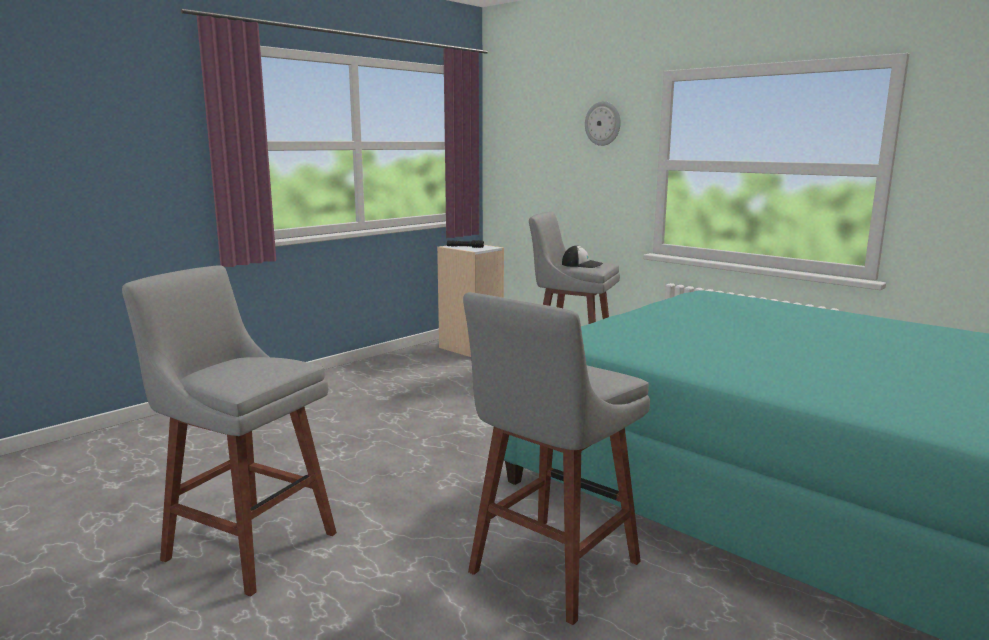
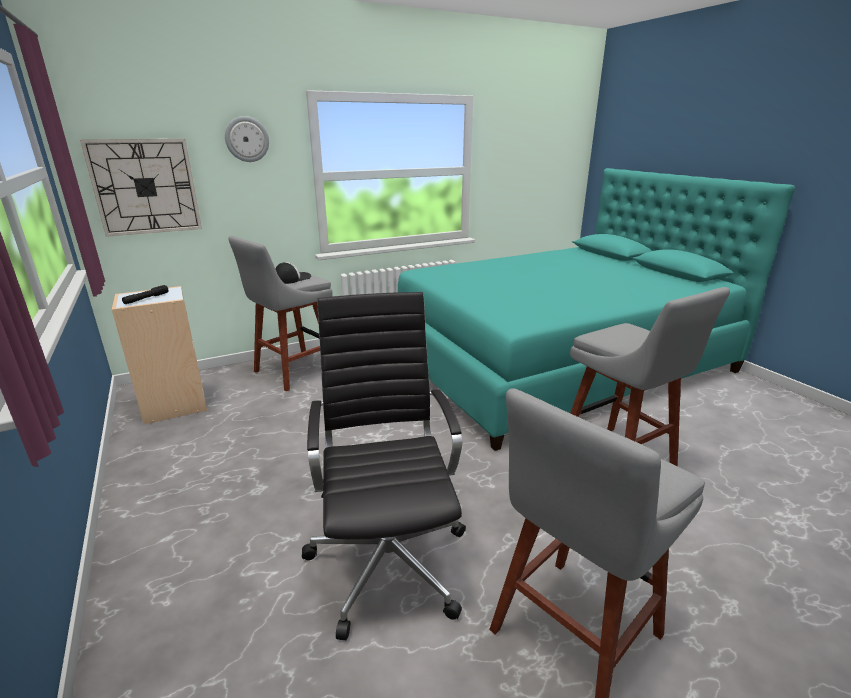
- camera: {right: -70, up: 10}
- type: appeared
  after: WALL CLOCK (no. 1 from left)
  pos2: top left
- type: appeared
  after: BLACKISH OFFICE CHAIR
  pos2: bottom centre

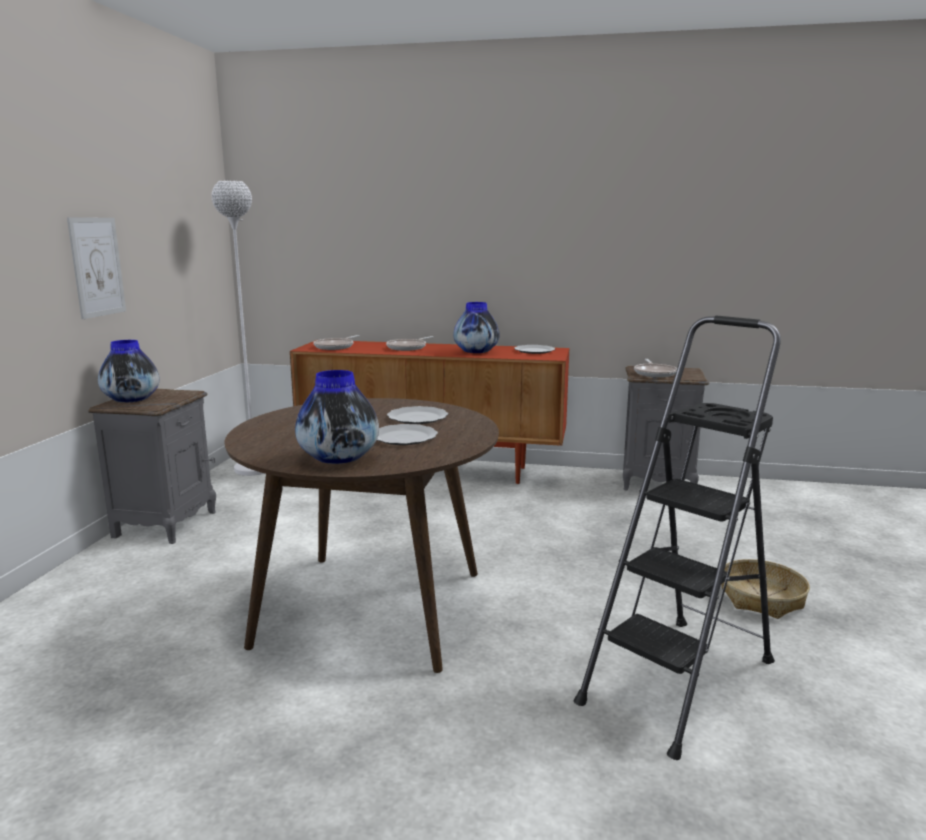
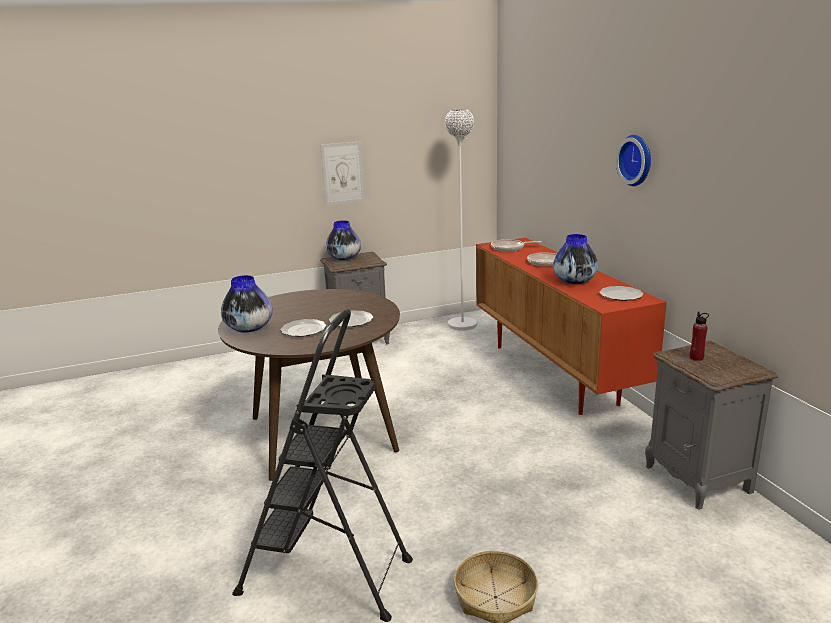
- camera: {right: 60, up: 5}
- type: exchanged
  before: FRYING PAN (no. 3 from left)
  after: REDDISH BEVERAGE BOTTLE
  pos1: middle right
  pos2: middle right
- type: appeared
  after: WALL CLOCK
  pos2: top right

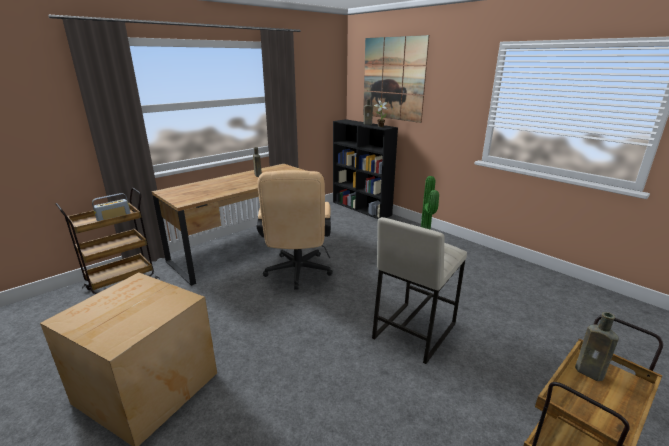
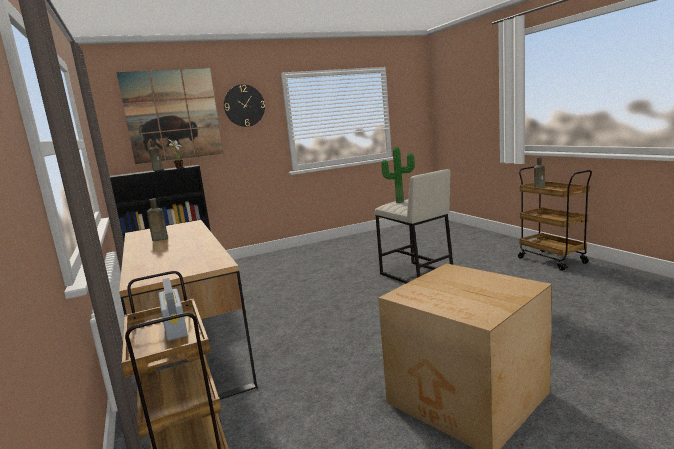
- camera: {right: -70, up: -10}
- type: missing
  before: BEIGE-COLOURED OFFICE CHAIR
  pos1: centre
- type: appeared
  after: WALL CLOCK
  pos2: top centre

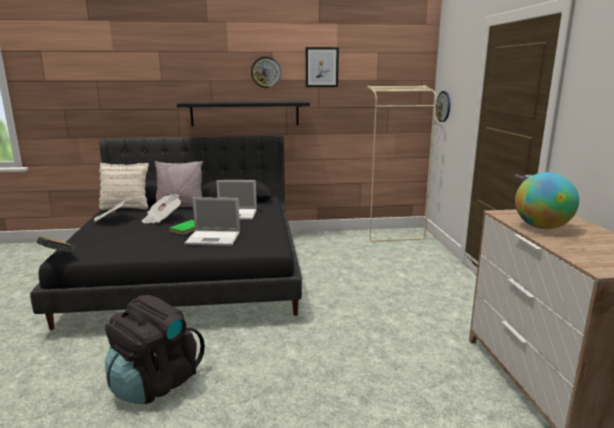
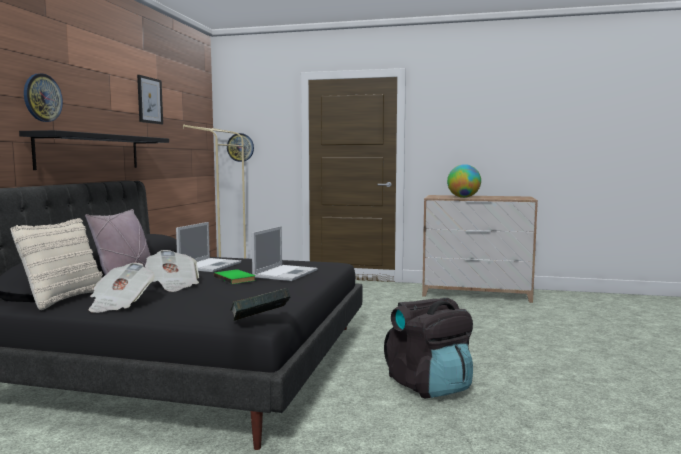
- camera: {right: -70, up: -10}
- type: relocated
  before: WALL CLOCK (no. 1 from left)
  pos1: top centre
  pos2: top left

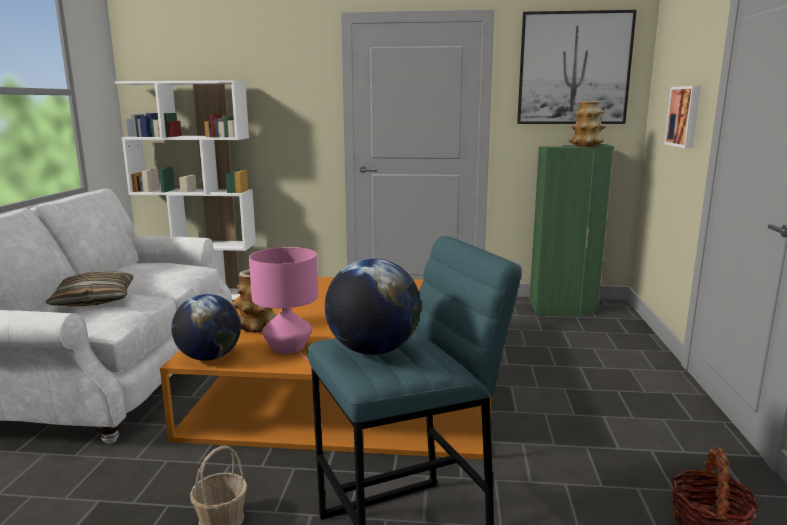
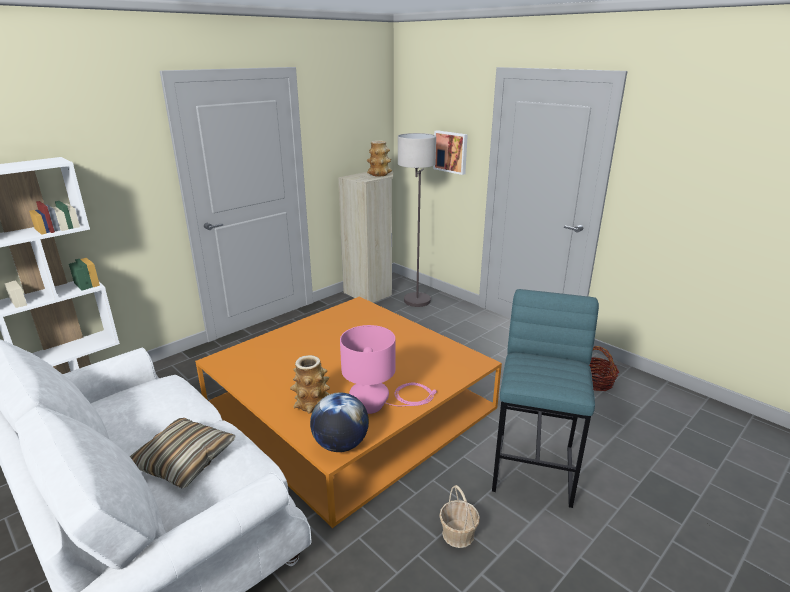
- camera: {right: -50, up: 10}
- type: missing
  before: PICTURE (no. 1 from left)
  pos1: top right
- type: colour
  before: GREENISH CUPBOARD
  after: BEIGE-COLOURED CUPBOARD
  pos1: middle right
  pos2: centre
- type: missing
  before: DESK GLOBE (no. 2 from left)
  pos1: centre
- type: appeared
  after: GREY FLOOR LAMP
  pos2: centre

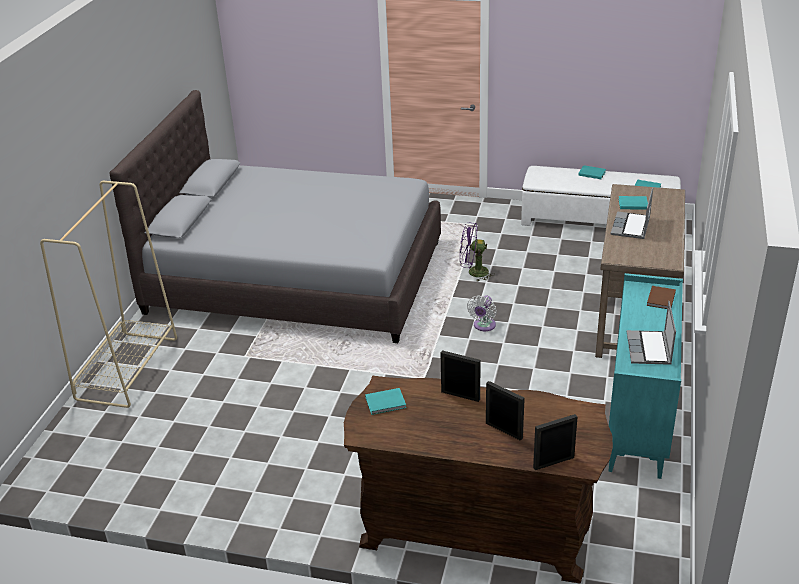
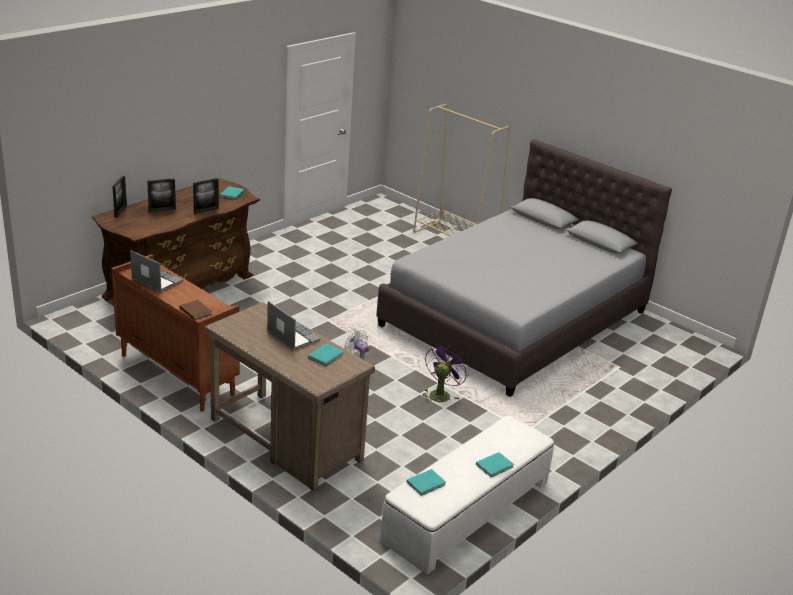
- camera: {right: 115, up: -5}
- type: colour
  before: BLUE-GREEN CUPBOARD
  after: BROWNISH CUPBOARD
  pos1: middle right
  pos2: middle left

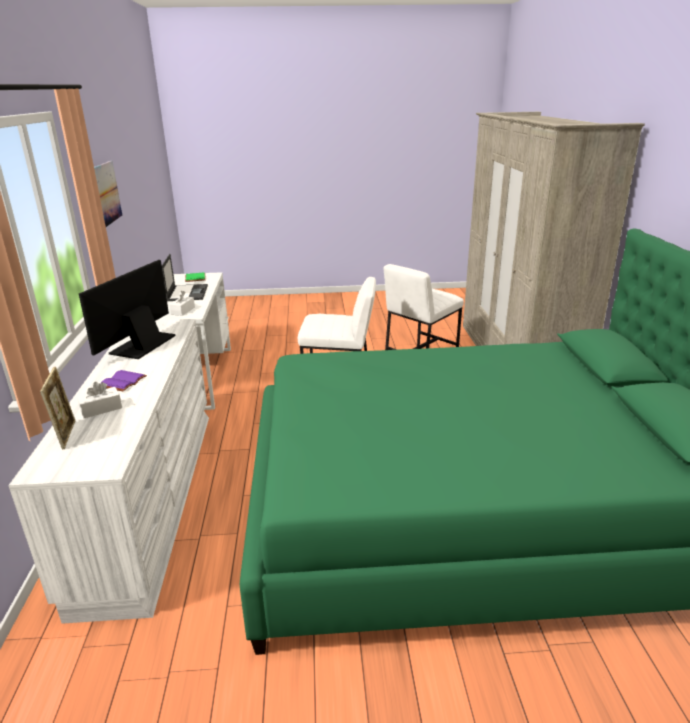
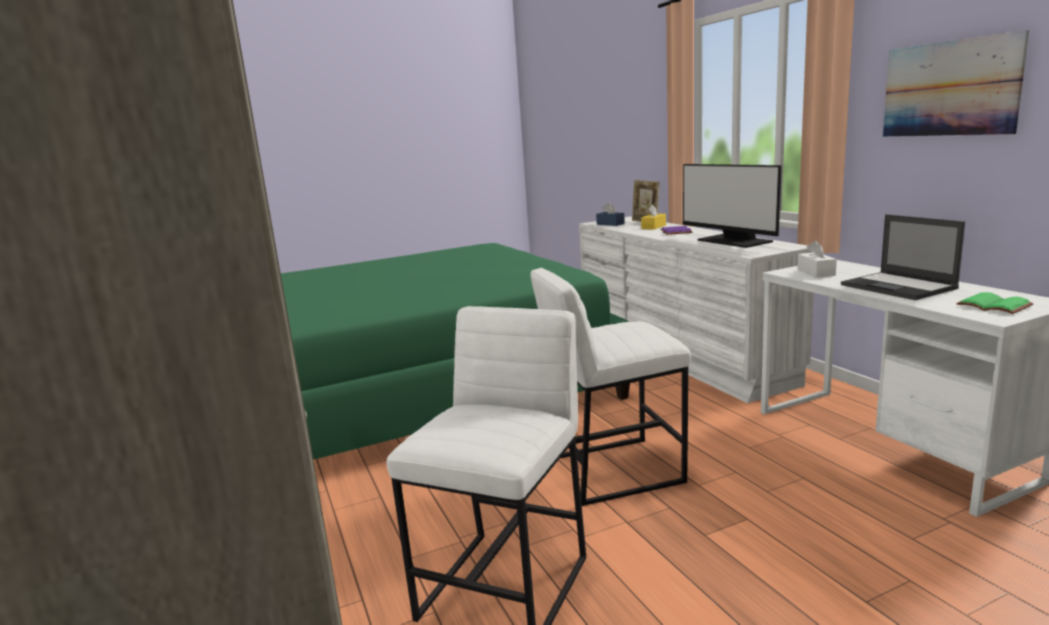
- camera: {right: 160, up: -10}
- type: spun
  before: MONITOR
  pos1: middle left
  pos2: top right
  turn: 150
- type: colour
  before: WHITE TISSUE BOX (no. 1 from left)
  after: YELLOW TISSUE BOX
  pos1: middle left
  pos2: centre
- type: appeared
  after: BLUE-COLOURED TISSUE BOX
  pos2: centre

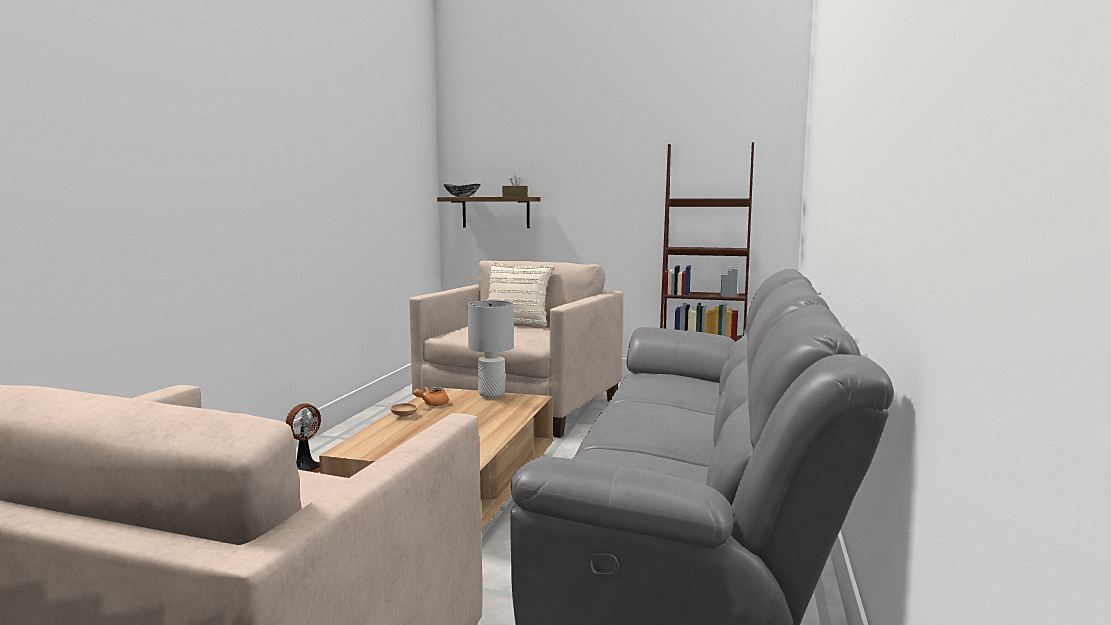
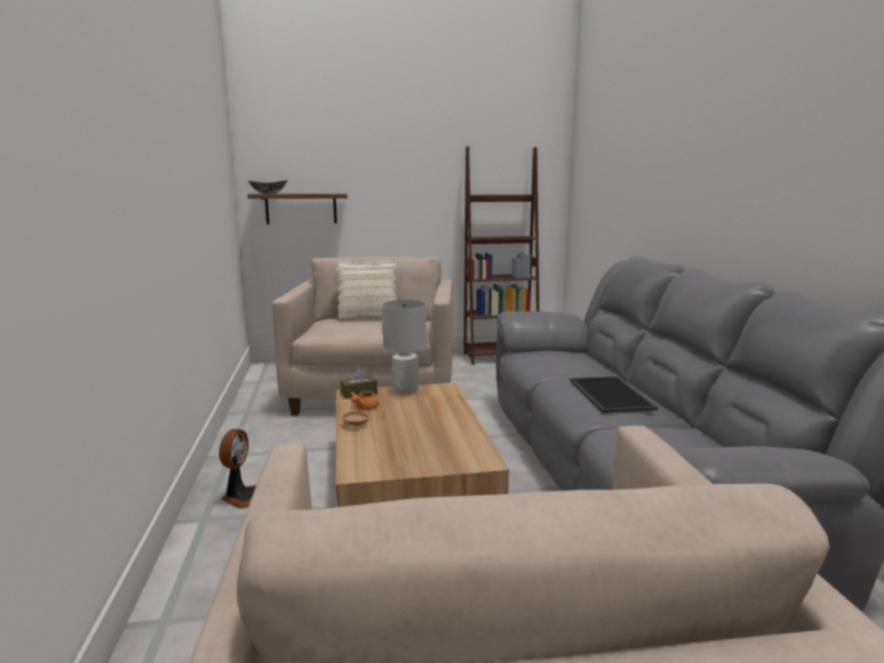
- camera: {right: -25, up: 5}
- type: relocated
  before: BROWNISH TISSUE BOX
  pos1: top centre
  pos2: centre
- type: appeared
  after: SERVING TRAY
  pos2: middle right

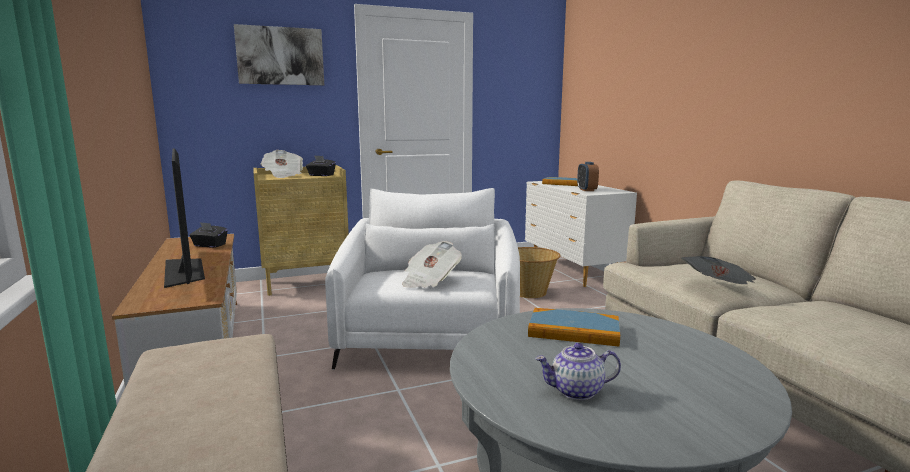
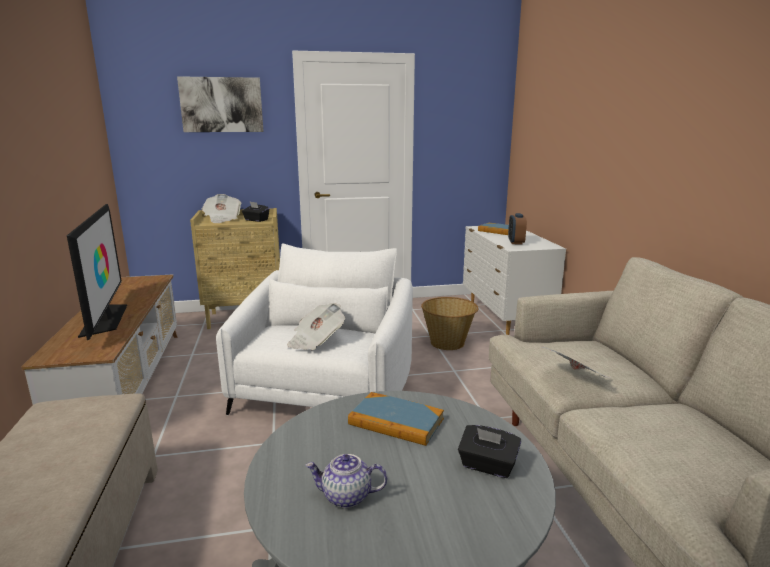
- camera: {right: 10, up: 5}
- type: relocated
  before: BLACKISH TISSUE BOX (no. 1 from left in the first image)
  after: BLACKISH TISSUE BOX (no. 2 from left)
  pos1: middle left
  pos2: bottom centre

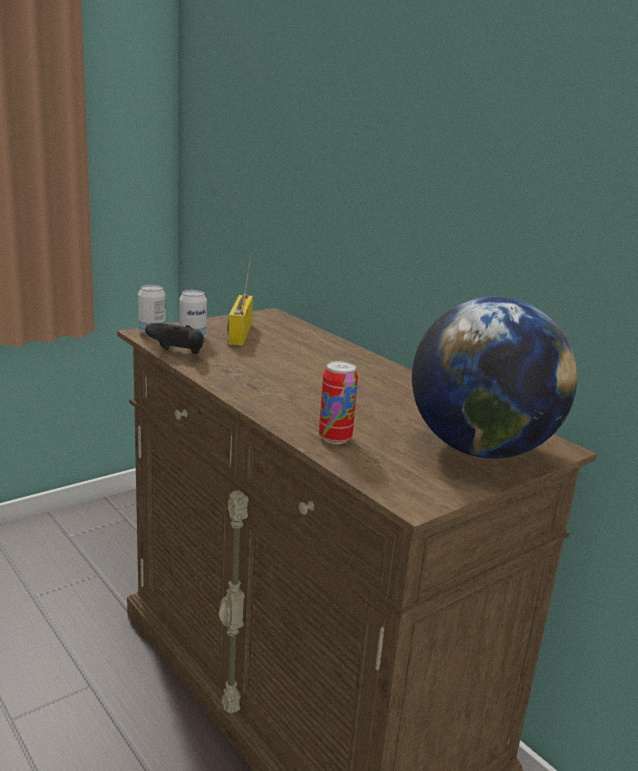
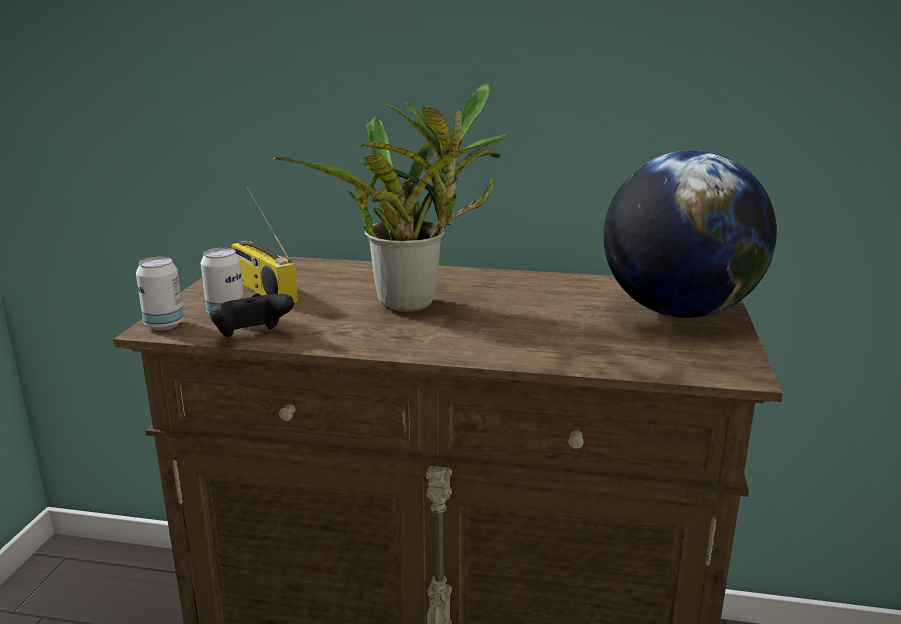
- camera: {right: -40, up: 0}
- type: missing
  before: METAL CAN (no. 3 from left)
  pos1: centre
- type: appeared
  after: POTTED PLANT
  pos2: top centre

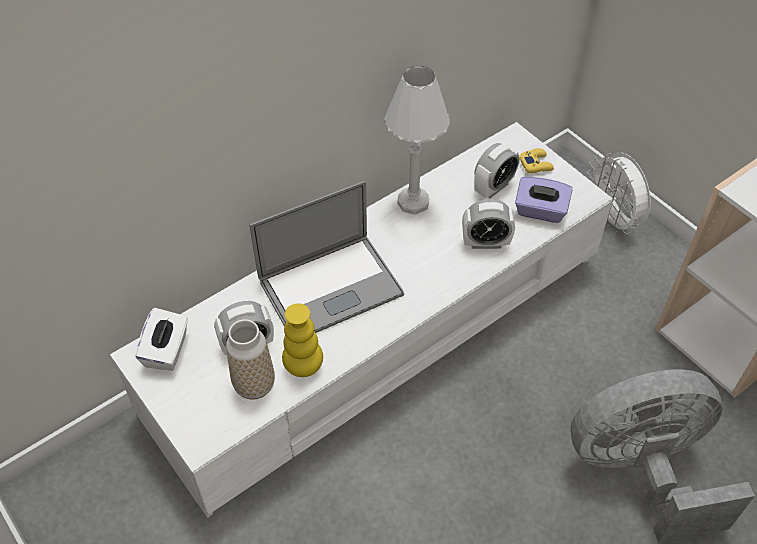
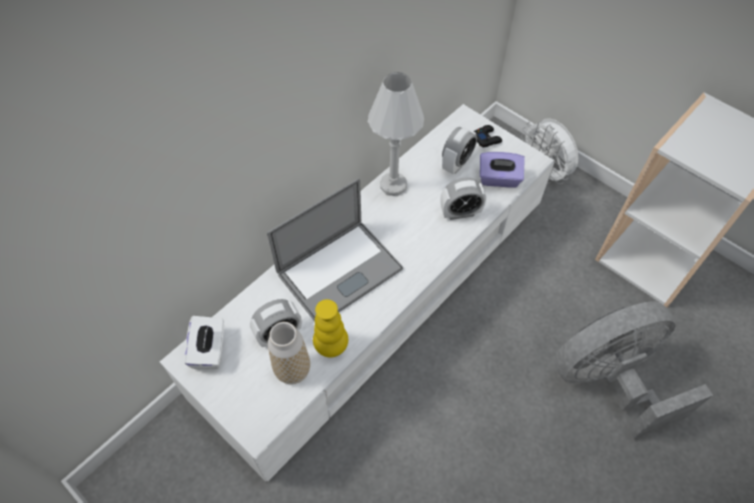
- camera: {right: -10, up: 5}
- type: colour
  before: YELLOW GAME CONTROLLER
  after: BLACKISH GAME CONTROLLER
  pos1: top right
  pos2: top centre

